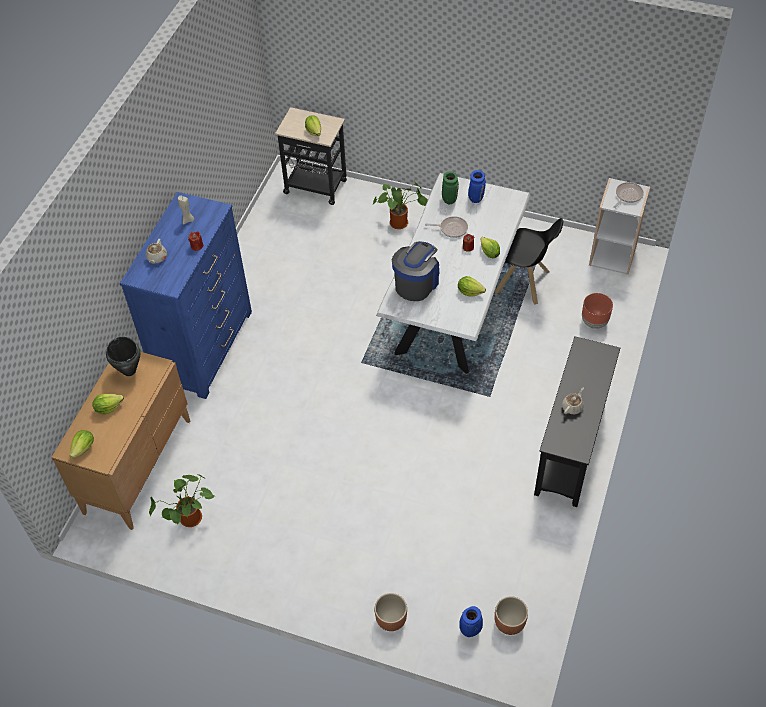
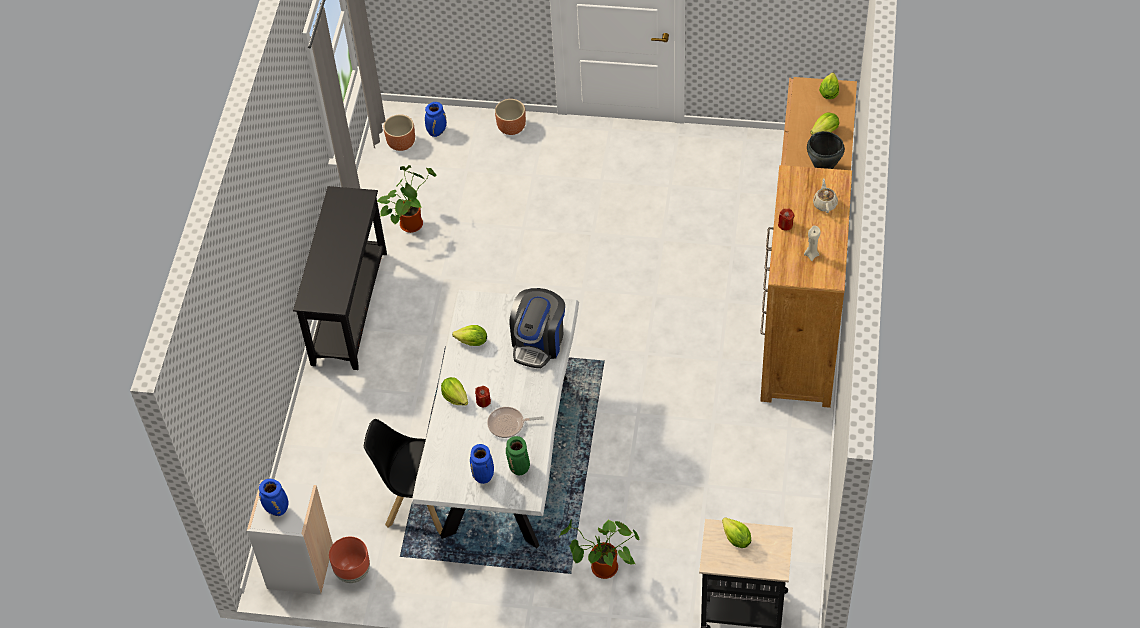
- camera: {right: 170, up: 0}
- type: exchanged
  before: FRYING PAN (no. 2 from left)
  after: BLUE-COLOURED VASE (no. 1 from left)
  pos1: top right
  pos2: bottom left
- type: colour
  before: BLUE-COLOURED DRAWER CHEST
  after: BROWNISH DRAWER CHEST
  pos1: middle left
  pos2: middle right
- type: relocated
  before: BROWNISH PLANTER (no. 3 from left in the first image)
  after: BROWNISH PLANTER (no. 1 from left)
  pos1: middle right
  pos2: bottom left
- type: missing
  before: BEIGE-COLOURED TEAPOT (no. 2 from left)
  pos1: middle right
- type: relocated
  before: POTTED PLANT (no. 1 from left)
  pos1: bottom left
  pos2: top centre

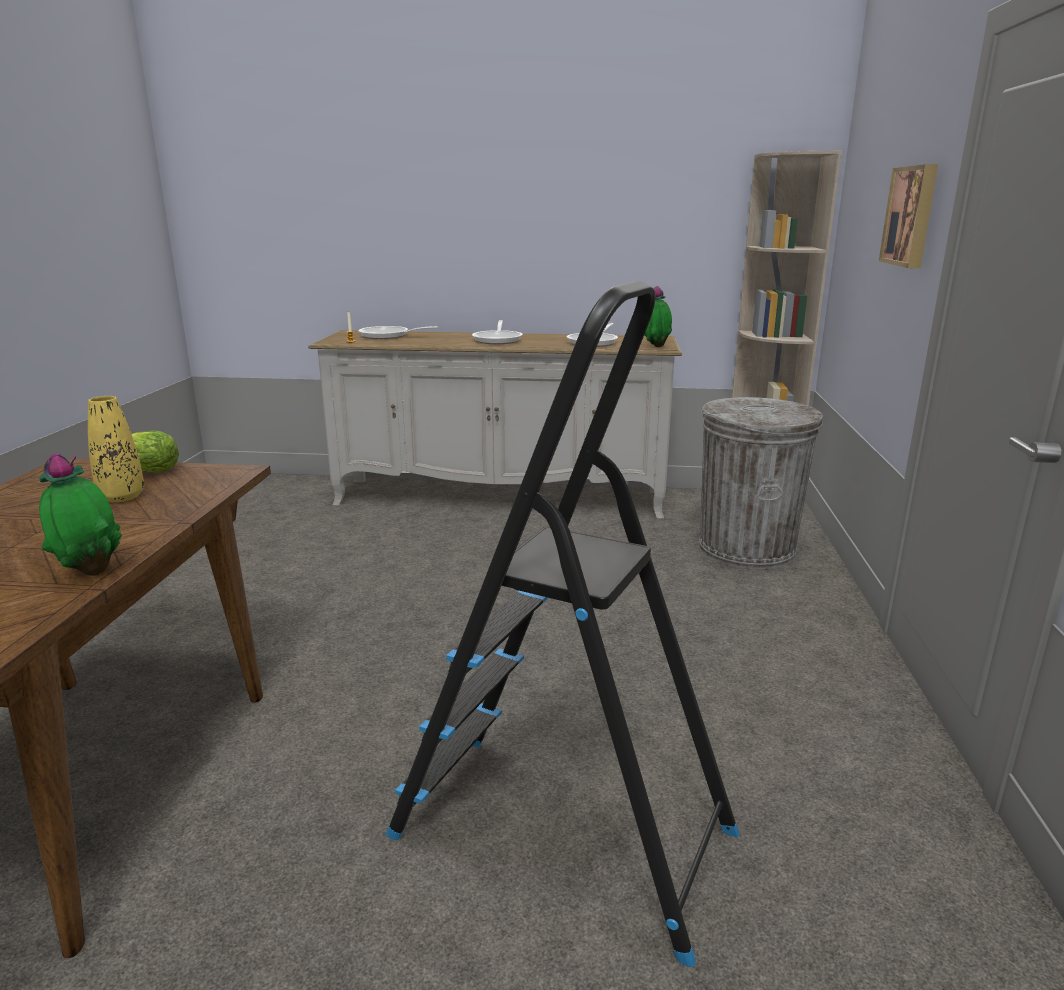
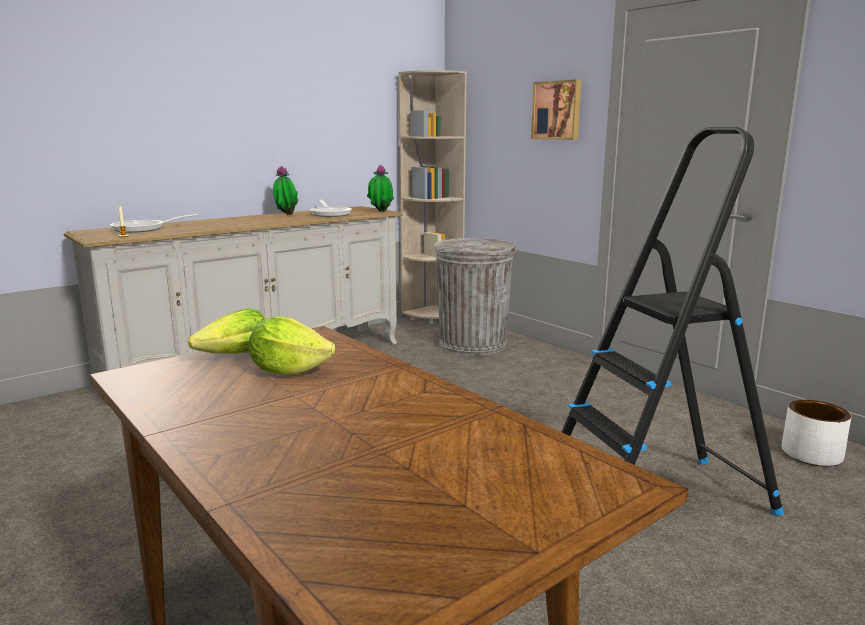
- camera: {right: -45, up: -5}
- type: missing
  before: FRYING PAN (no. 2 from left)
  pos1: centre
- type: exchanged
  before: YELLOW VASE
  after: LETTUCE (no. 2 from left)
  pos1: middle left
  pos2: centre
- type: relocated
  before: POTTED PLANT (no. 1 from left)
  pos1: middle left
  pos2: top left
- type: appeared
  after: WHITE PLANTER
  pos2: bottom right

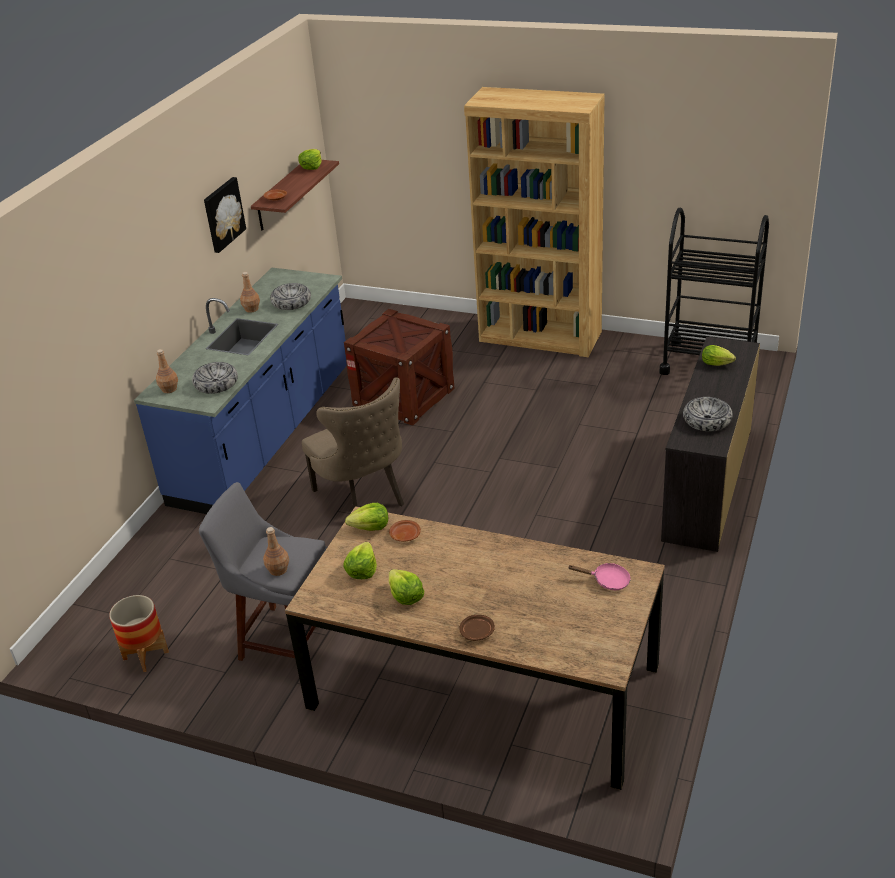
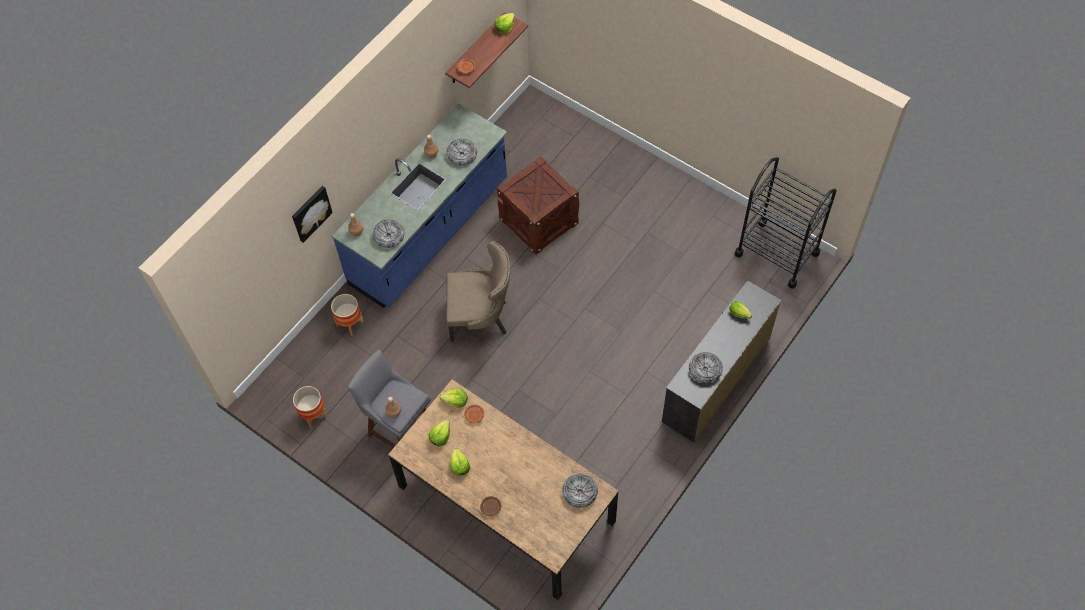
- camera: {right: 15, up: 25}
- type: missing
  before: BROWNISH BOOKSHELF
  pos1: top centre
- type: relocated
  before: PICTURE
  pos1: top left
  pos2: middle left
- type: spun
  before: BEIGE-COLOURED PLAIN CHAIR
  pos1: centre
  pos2: centre
  turn: -75
- type: exchanged
  before: PINK-COLOURED FRYING PAN
  after: BOWL (no. 3 from left)
  pos1: middle right
  pos2: bottom centre
- type: appeared
  after: PLANTER (no. 2 from left)
  pos2: middle left

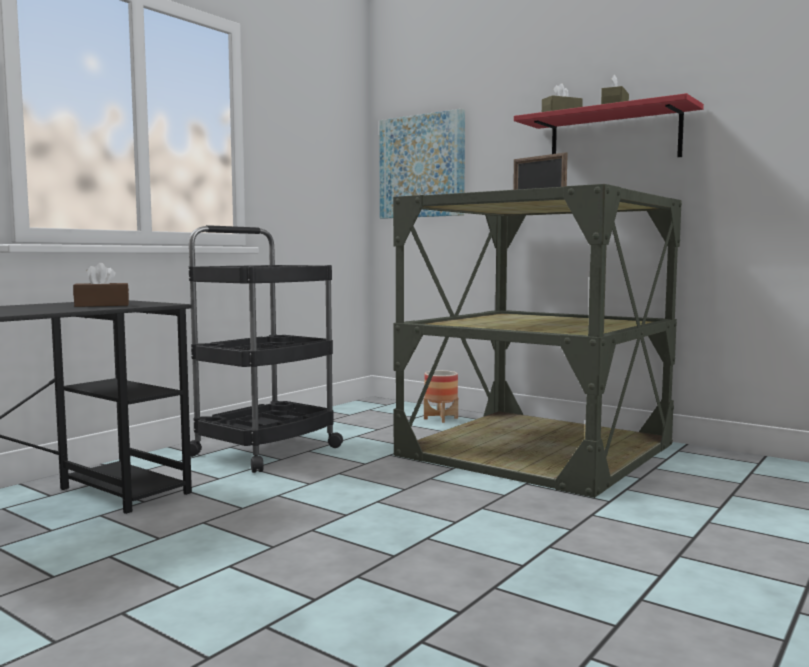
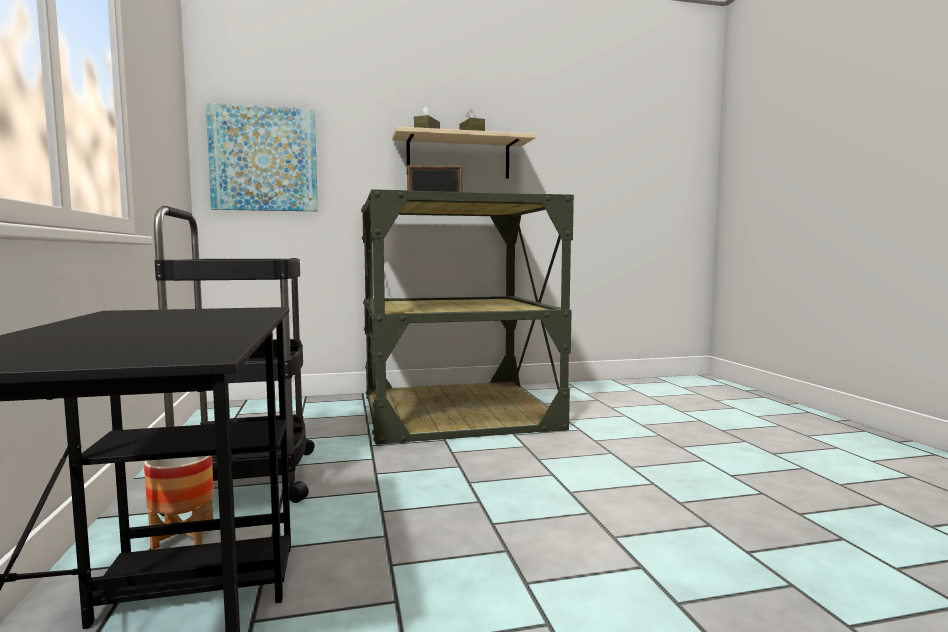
- camera: {right: -50, up: 0}
- type: colour
  before: REDDISH WALL SHELF
  after: BEIGE-COLOURED WALL SHELF
  pos1: top right
  pos2: top centre
- type: missing
  before: BROWNISH TISSUE BOX (no. 1 from left)
  pos1: middle left
- type: relocated
  before: PLANTER
  pos1: centre
  pos2: bottom left

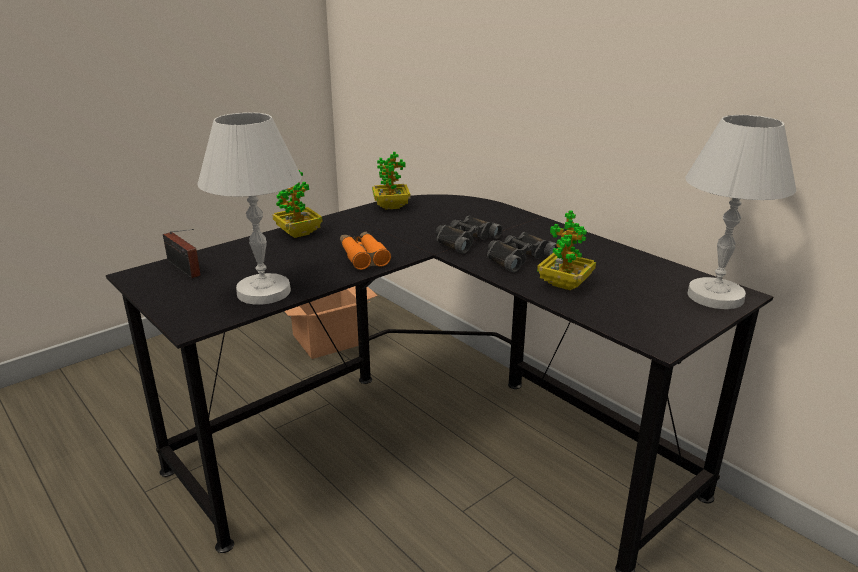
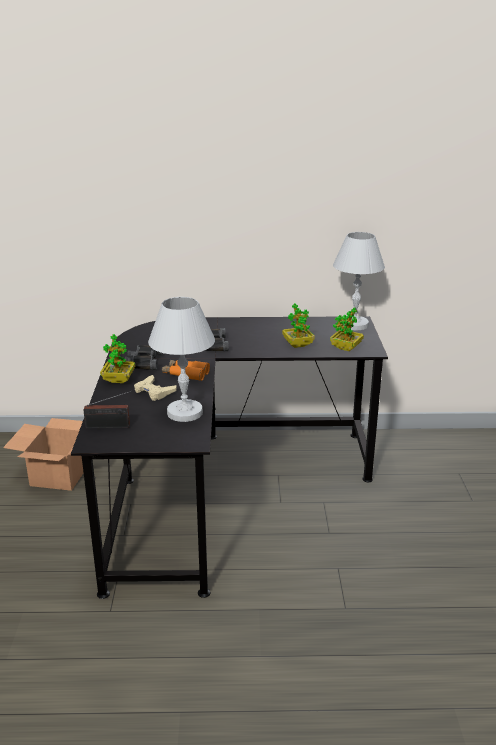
- camera: {right: -50, up: 0}
- type: relocated
  before: POTTED PLANT (no. 2 from left in the first image)
  after: POTTED PLANT (no. 3 from left)
  pos1: top centre
  pos2: middle right
- type: relocated
  before: BLACKISH PAIR OF BINOCULARS (no. 2 from left in the first image)
  after: BLACKISH PAIR OF BINOCULARS (no. 1 from left)
  pos1: centre
  pos2: middle left
- type: appeared
  after: BEIGE-COLOURED GAME CONTROLLER
  pos2: middle left

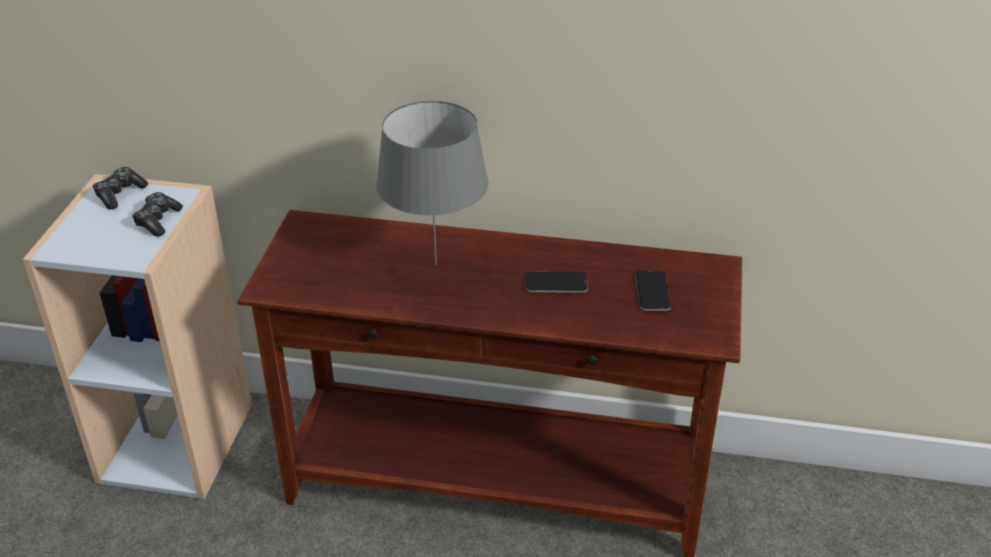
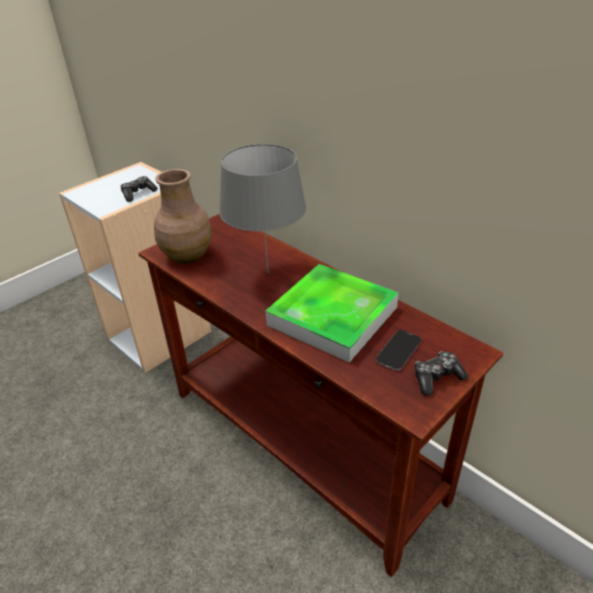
- camera: {right: 35, up: 0}
- type: relocated
  before: GAME CONTROLLER (no. 1 from left in the first image)
  after: GAME CONTROLLER (no. 2 from left)
  pos1: middle left
  pos2: middle right
- type: exchanged
  before: PHONE (no. 1 from left)
  after: SERVING TRAY
  pos1: centre
  pos2: centre
- type: appeared
  after: BROWNISH VASE
  pos2: middle left

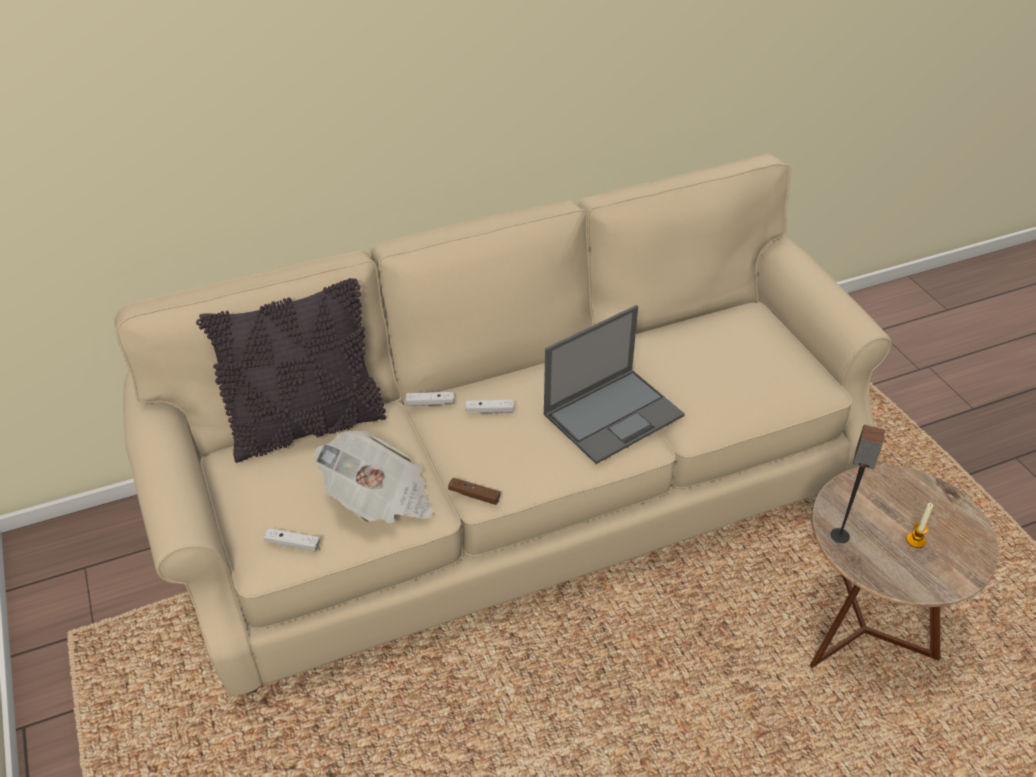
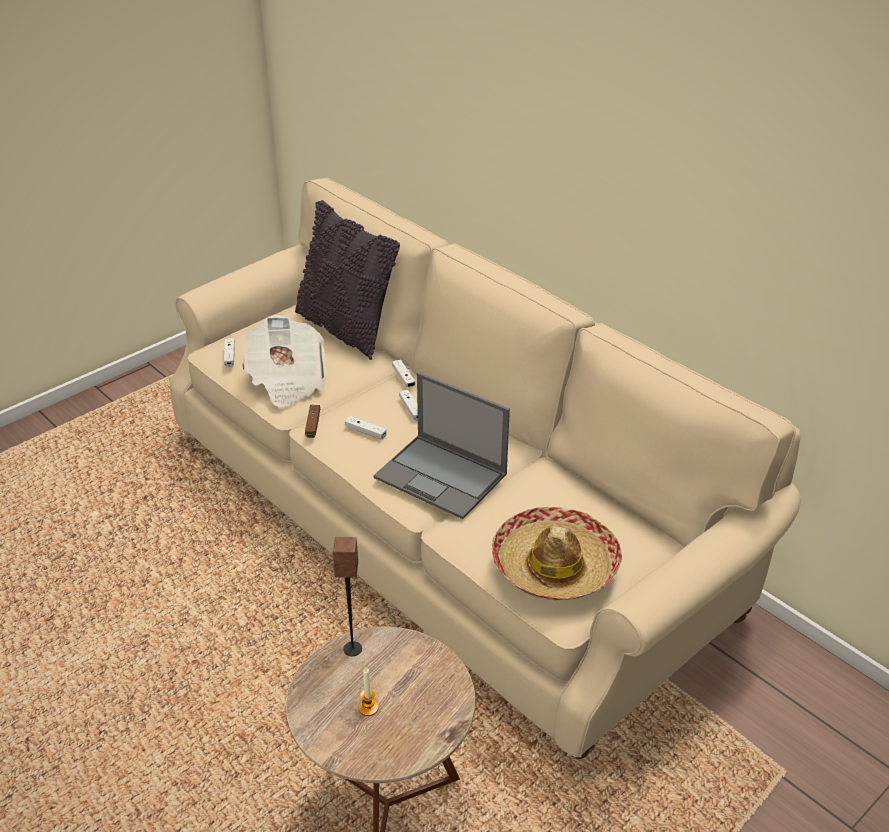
- camera: {right: 70, up: -5}
- type: appeared
  after: WHITE GAME CONTROLLER (no. 2 from left)
  pos2: centre
- type: appeared
  after: CLOTHING HAT
  pos2: centre

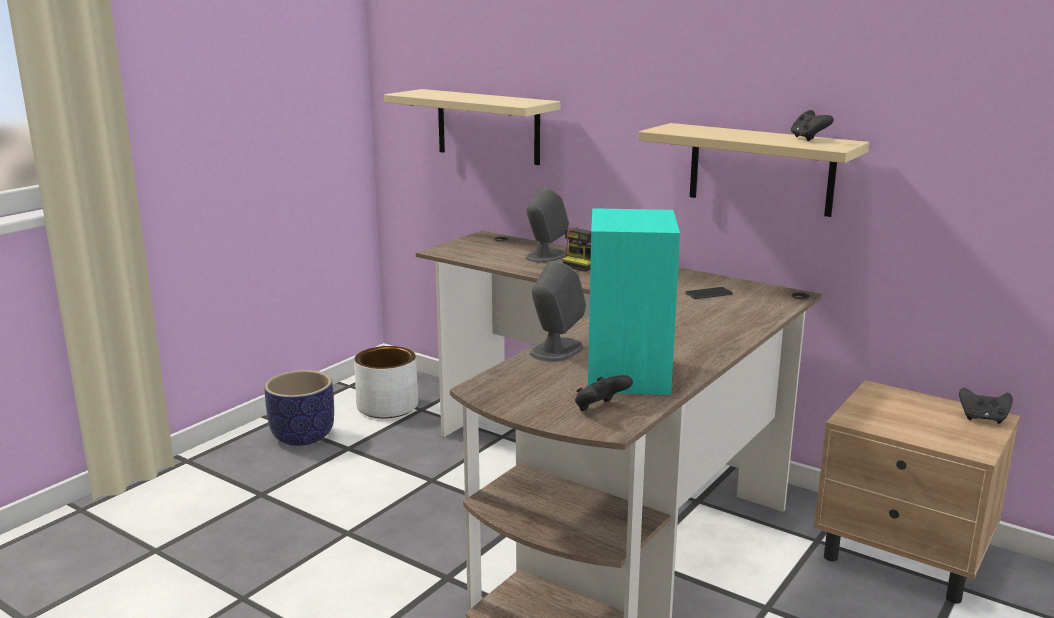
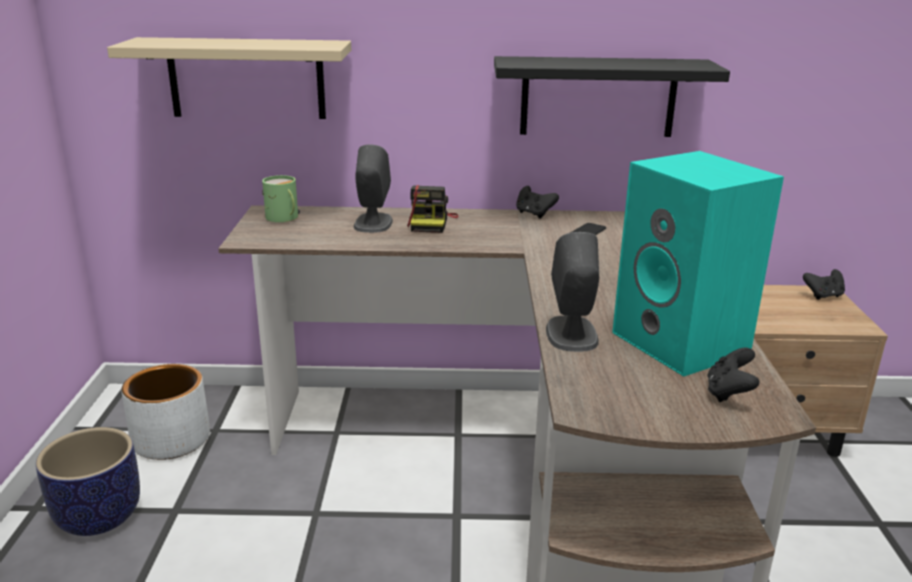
- camera: {right: -35, up: 5}
- type: relocated
  before: BLACKISH GAME CONTROLLER (no. 2 from left in the first image)
  after: BLACKISH GAME CONTROLLER (no. 1 from left)
  pos1: top right
  pos2: centre
- type: colour
  before: BEIGE-COLOURED WALL SHELF (no. 2 from left)
  after: BLACKISH WALL SHELF
  pos1: top right
  pos2: top right
- type: appeared
  after: GREENISH MUG
  pos2: middle left

